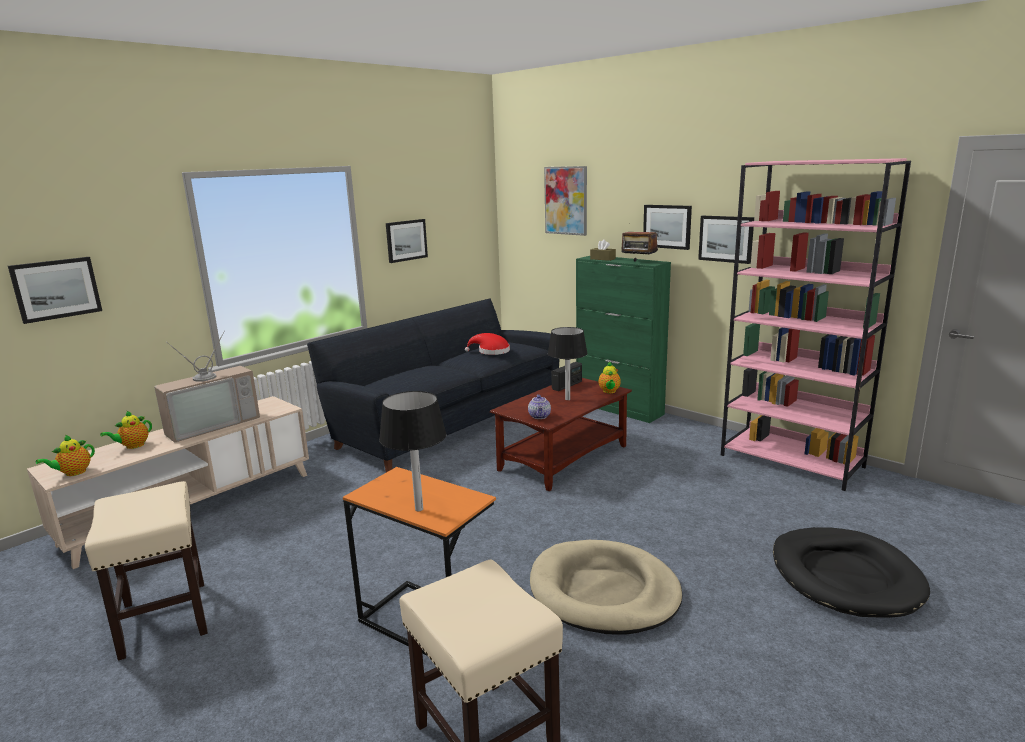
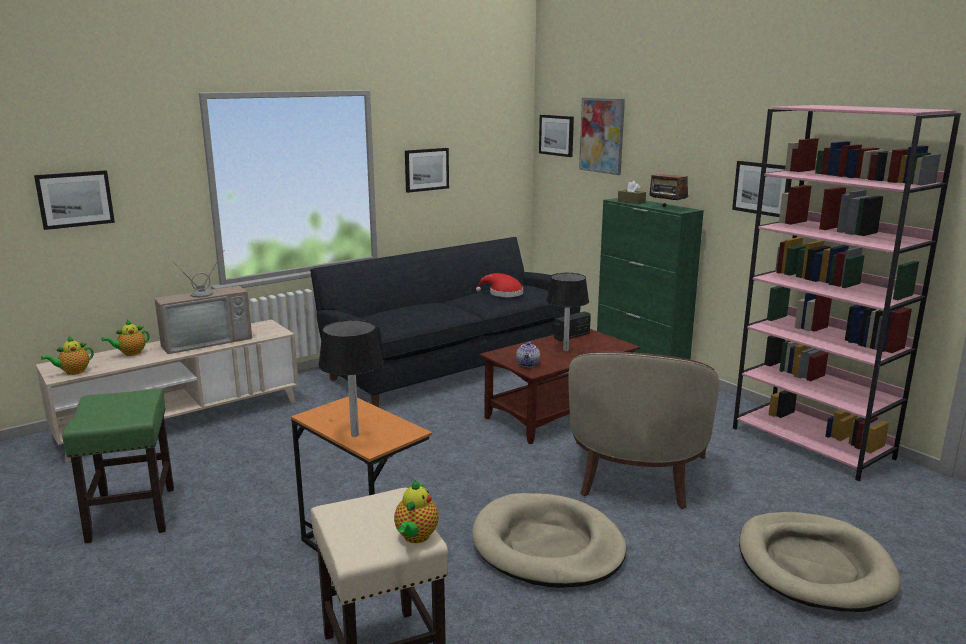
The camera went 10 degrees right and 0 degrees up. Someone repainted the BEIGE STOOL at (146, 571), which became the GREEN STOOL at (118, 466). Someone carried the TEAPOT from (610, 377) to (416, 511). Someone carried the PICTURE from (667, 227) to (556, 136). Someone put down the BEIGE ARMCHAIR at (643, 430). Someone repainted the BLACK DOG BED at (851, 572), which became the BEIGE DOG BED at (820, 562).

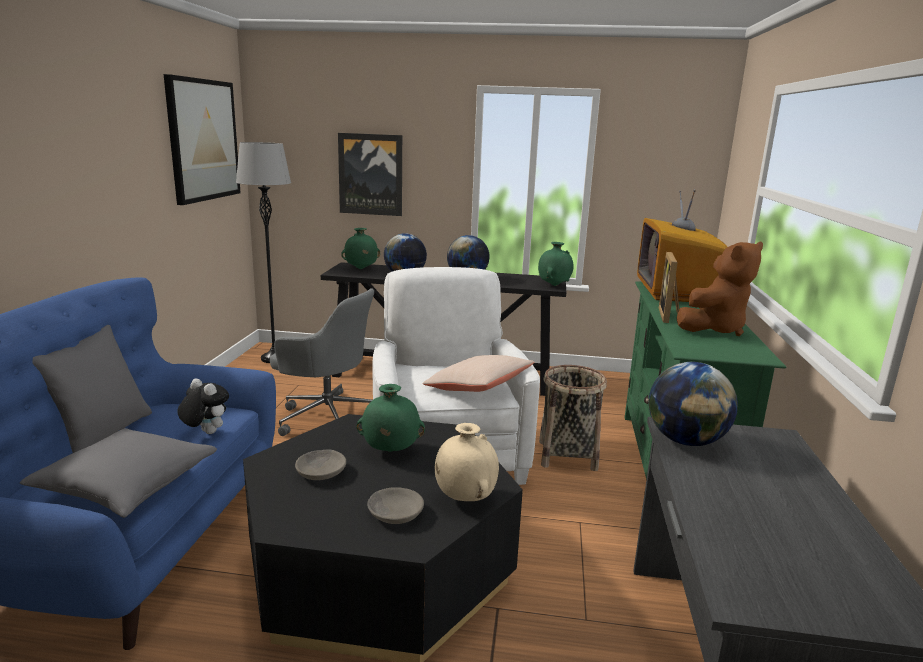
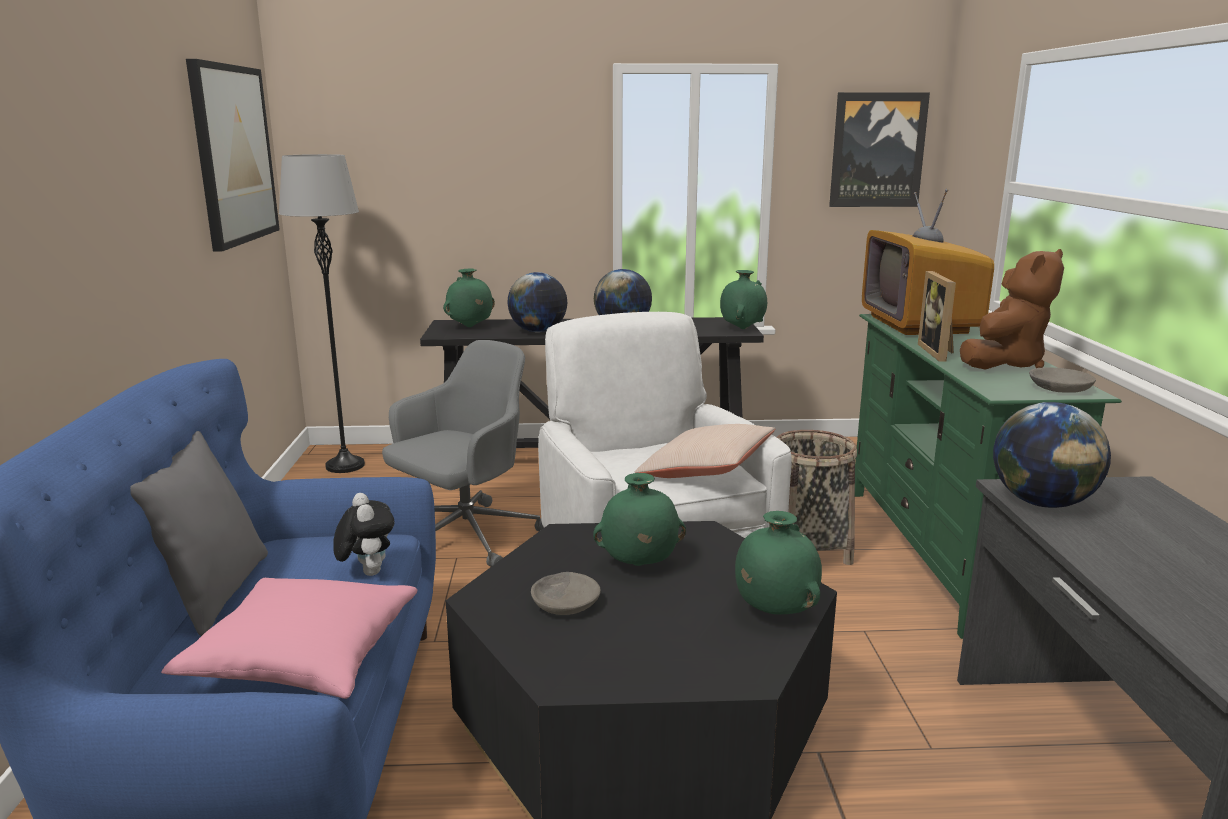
The camera went 10 degrees left and 0 degrees up. Someone repainted the GREY PILLOW at (118, 473), which became the PINK PILLOW at (289, 638). Someone rotated the PLUSH TOY at (203, 406) by 45 degrees clockwise. Someone rotated the GREY OFFICE CHAIR at (322, 362) by 60 degrees counterclockwise. Someone repainted the BEIGE VASE at (467, 462), which became the GREEN VASE at (778, 562). Someone carried the PICTURE from (370, 174) to (879, 149). Someone carried the GREY BOWL from (395, 505) to (1062, 380).

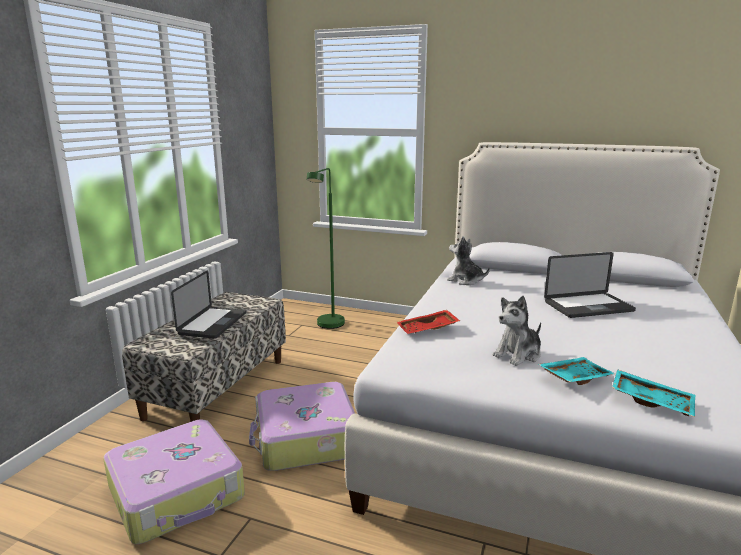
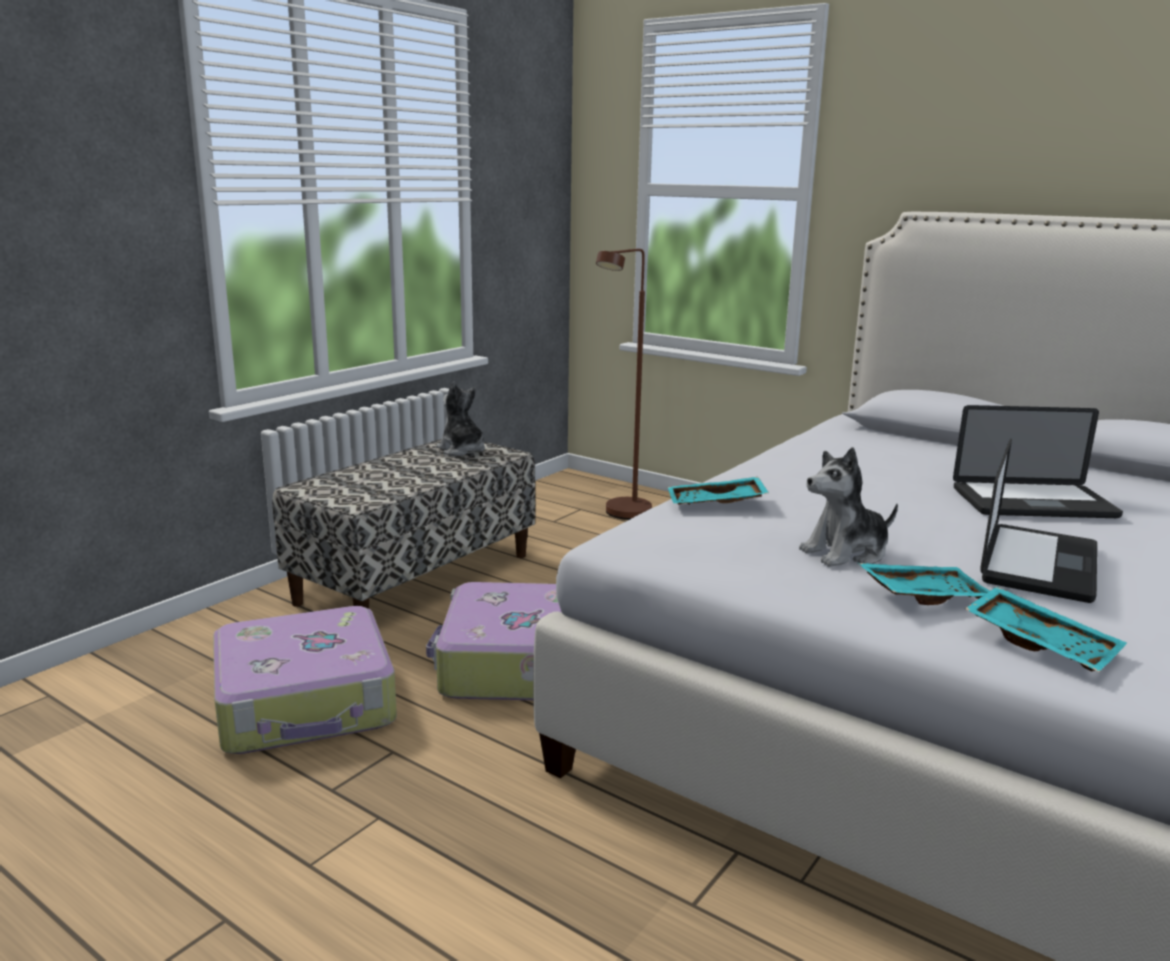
The camera went 15 degrees right and 0 degrees up. Someone carried the PLUSH TOY from (468, 260) to (460, 418). Someone repainted the GREEN FLOOR LAMP at (325, 248), which became the BROWN FLOOR LAMP at (624, 384). Someone repainted the RED TRAY at (428, 322), which became the TURQUOISE TRAY at (718, 491). Someone carried the LAPTOP from (209, 304) to (1038, 521).

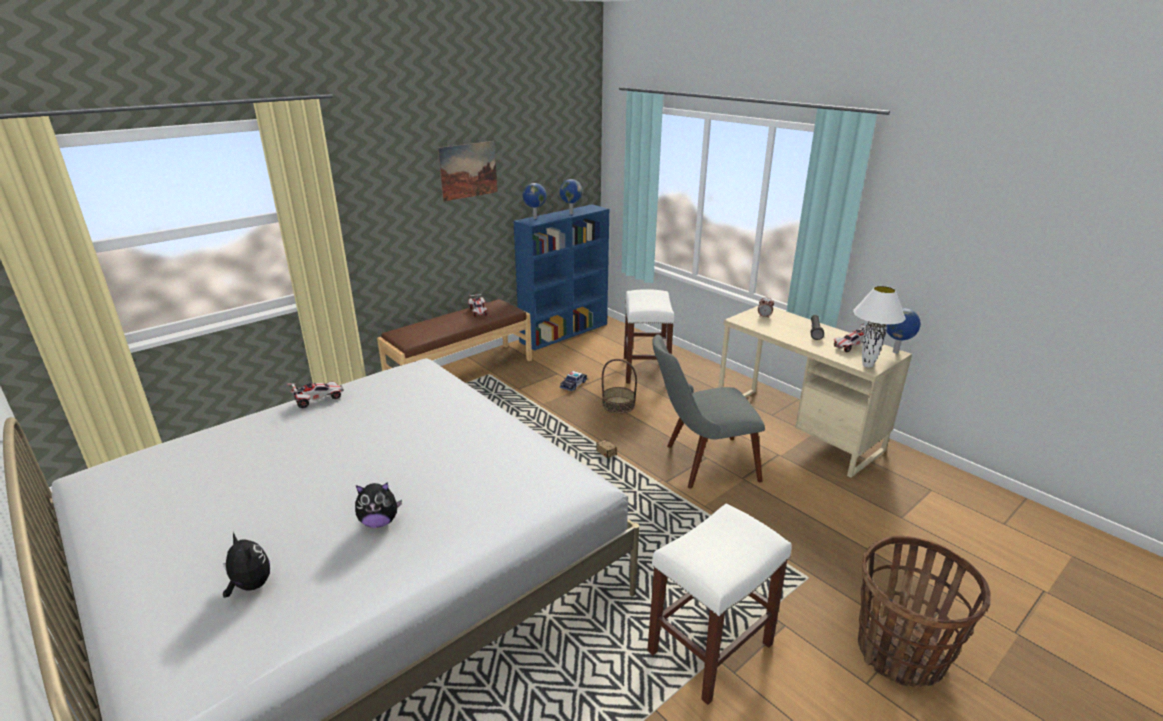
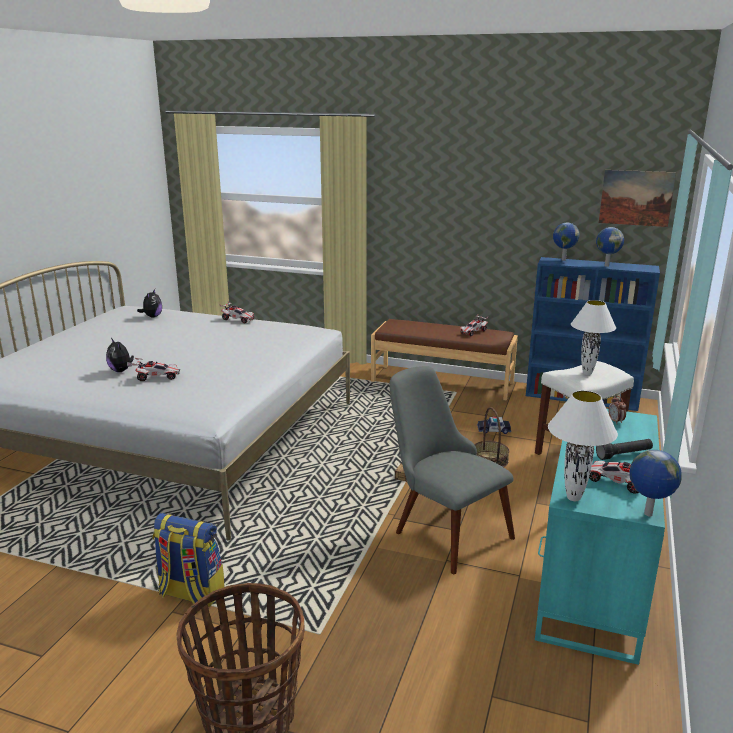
The camera went 60 degrees right and 5 degrees down. Someone put down the TOY CAR at (156, 369). Someone carried the PLUSH TOY from (246, 565) to (149, 303). Someone swapped the WHITE STOOL at (719, 604) for the BACKPACK at (189, 560). Someone repainted the BEIGE DESK at (815, 392), which became the TURQUOISE DESK at (600, 537). Someone put down the WHITE TABLE LAMP at (593, 337). Someone carried the PICTURE from (467, 171) to (637, 198).

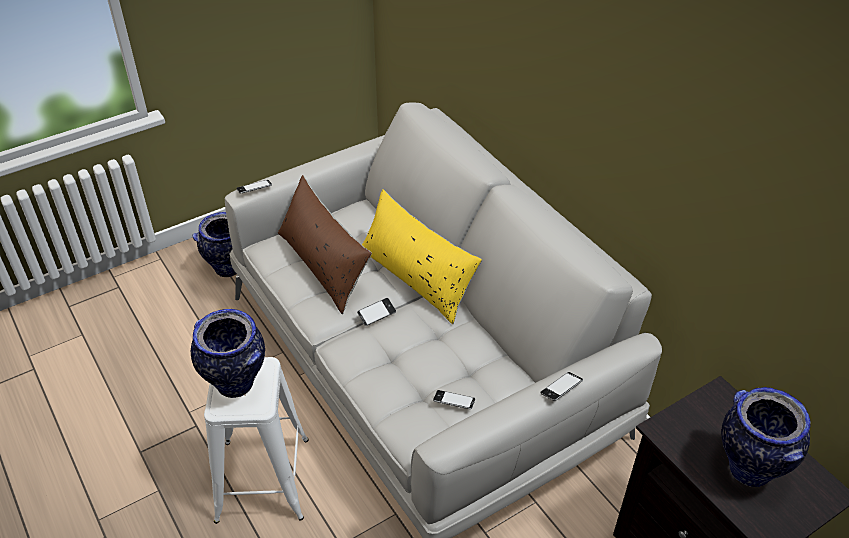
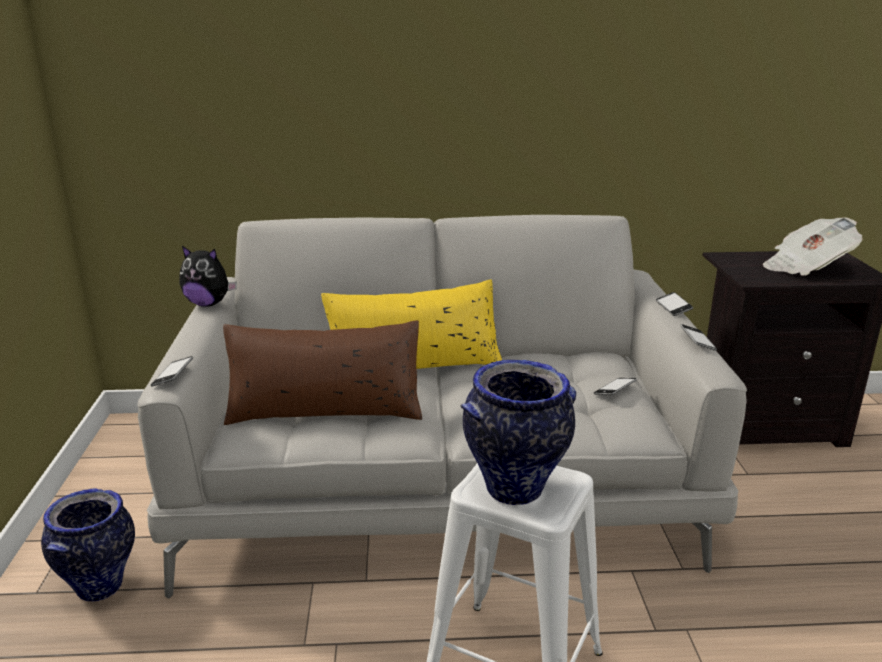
The camera went 60 degrees left and 20 degrees down. Someone put down the PLUSH TOY at (208, 276). Someone carried the PHONE from (376, 312) to (698, 337). Someone swapped the VASE at (766, 437) for the NEWSPAPER at (812, 246).

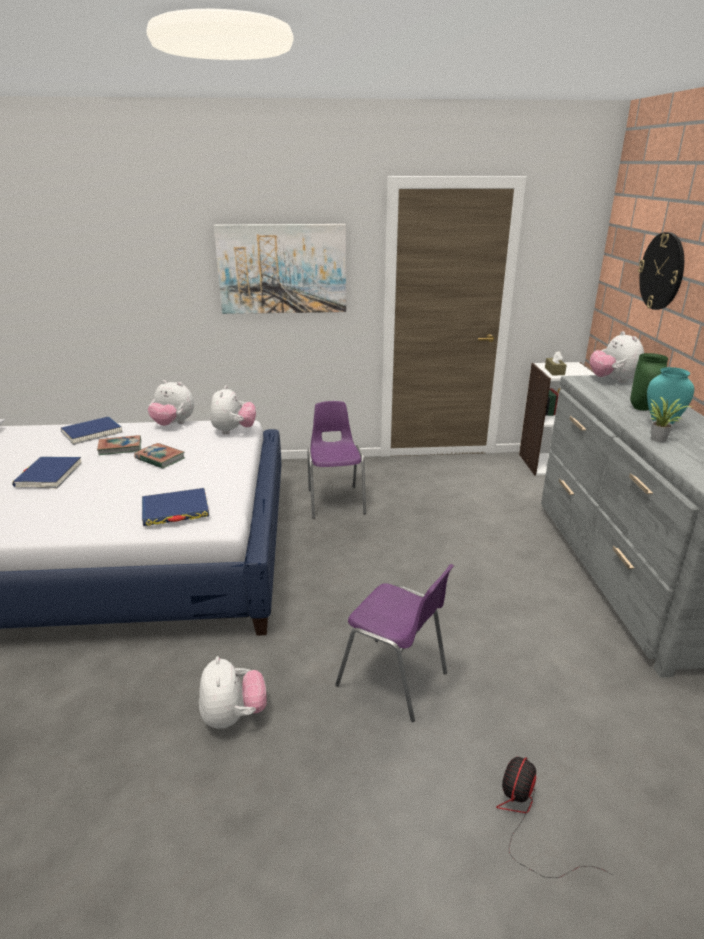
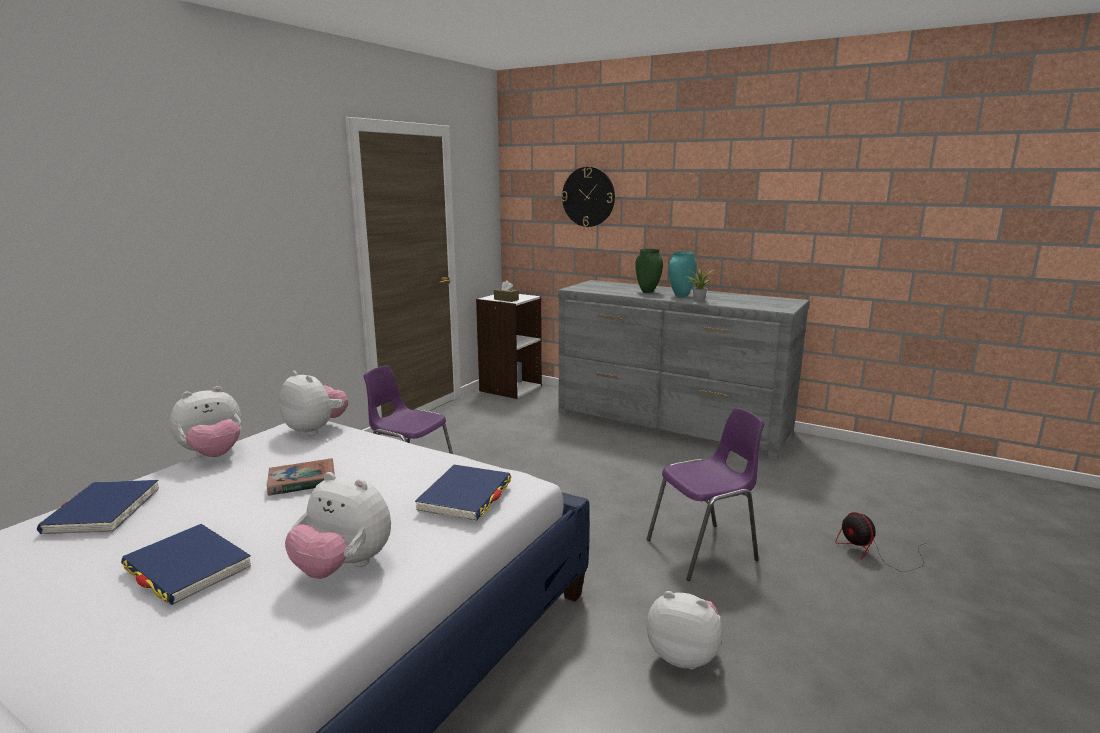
The camera went 55 degrees left and 10 degrees down. Someone carried the PLUSH TOY from (617, 357) to (338, 525). Someone took away the BOOK at (119, 445). Someone took away the PICTURE at (280, 269).

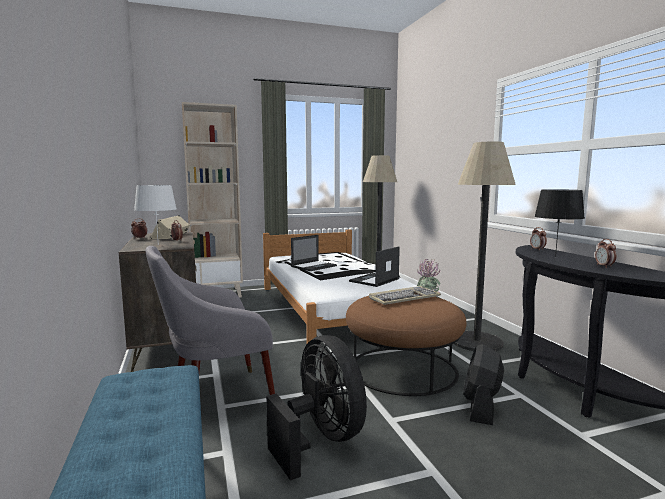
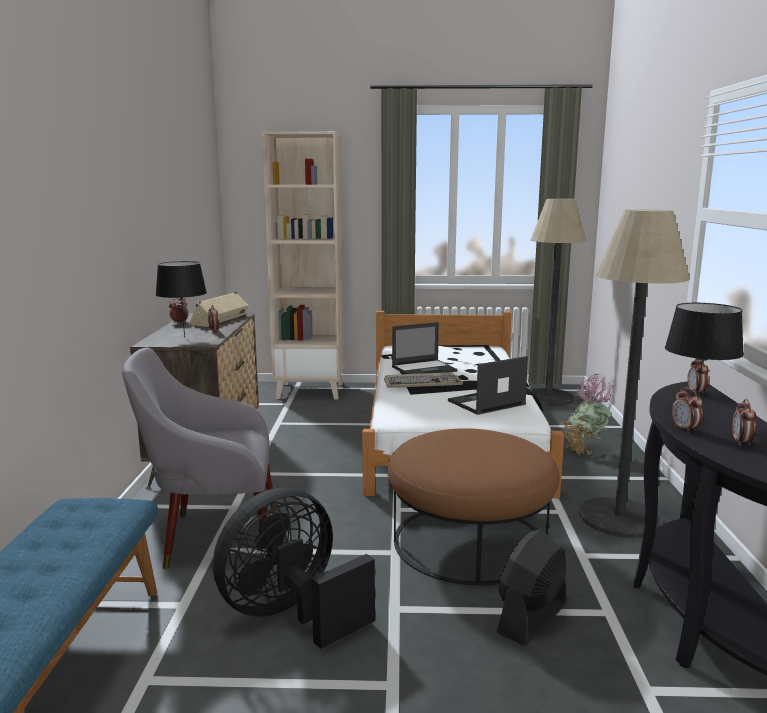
The camera went 20 degrees right and 5 degrees up. Someone repainted the WHITE TABLE LAMP at (155, 215), which became the BLACK TABLE LAMP at (181, 299). Someone rotated the BLACK FAN at (316, 408) by 120 degrees counterclockwise. Someone carried the KEYBOARD from (405, 295) to (423, 380). Someone put down the ALARM CLOCK at (687, 410).

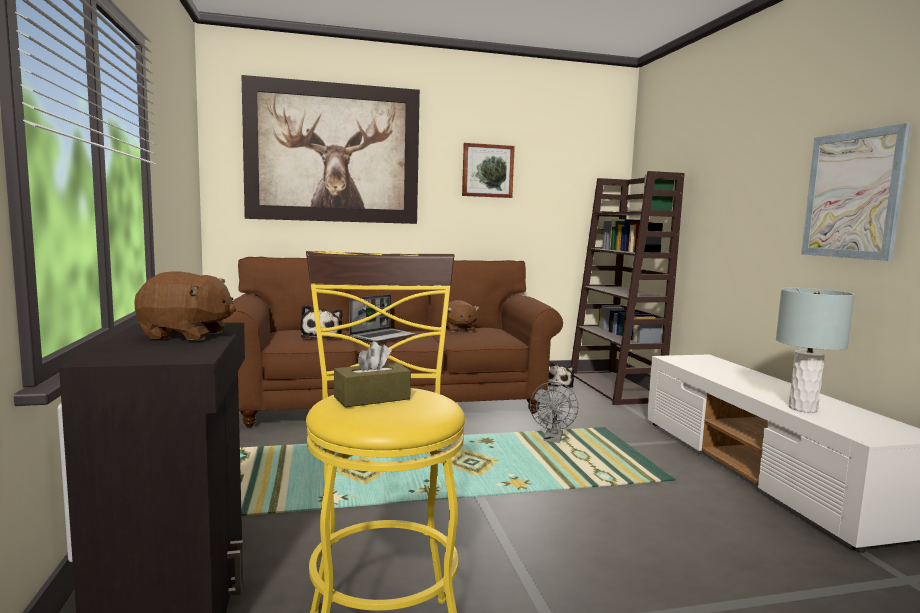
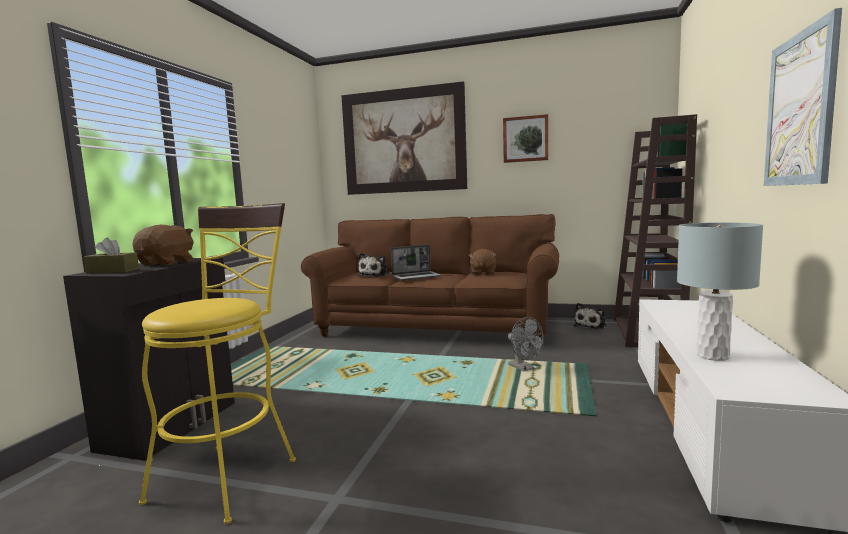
The camera went 30 degrees right and 0 degrees up. Someone carried the BROWN TISSUE BOX from (372, 374) to (111, 256). Someone rotated the BROWN PLUSH TOY at (185, 306) by 105 degrees counterclockwise. Someone rotated the GREY FAN at (554, 412) by 75 degrees counterclockwise.

